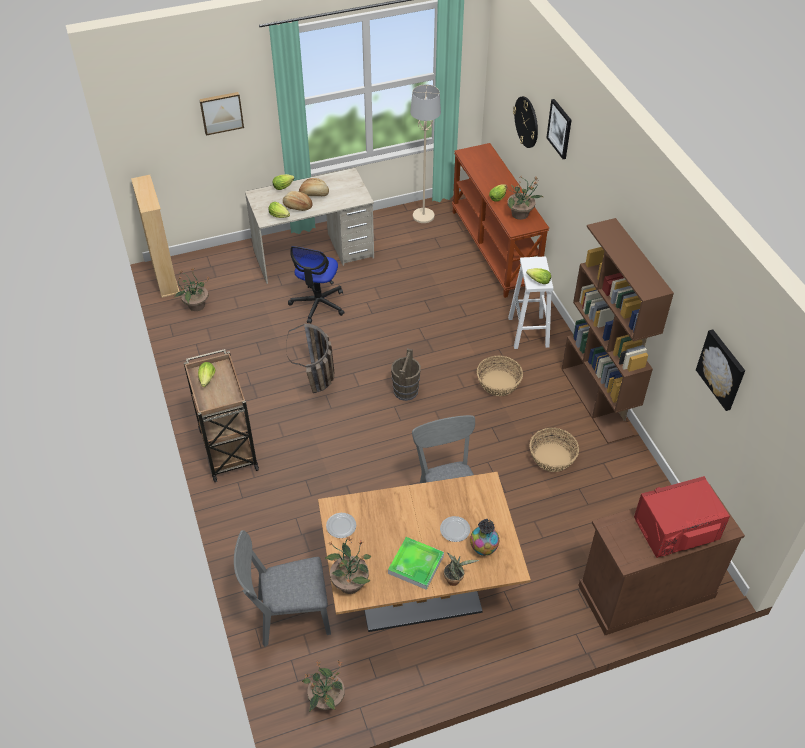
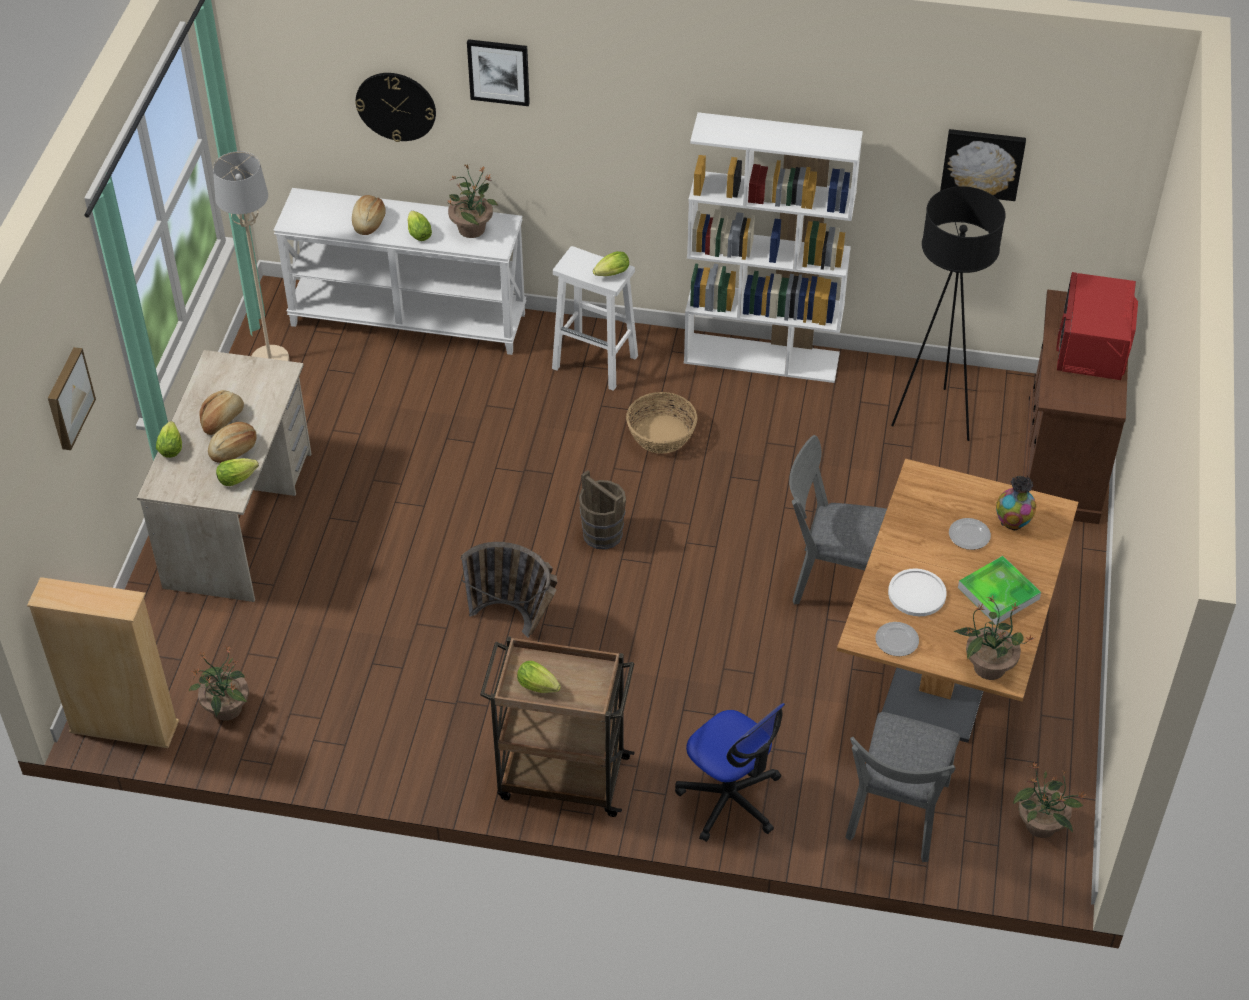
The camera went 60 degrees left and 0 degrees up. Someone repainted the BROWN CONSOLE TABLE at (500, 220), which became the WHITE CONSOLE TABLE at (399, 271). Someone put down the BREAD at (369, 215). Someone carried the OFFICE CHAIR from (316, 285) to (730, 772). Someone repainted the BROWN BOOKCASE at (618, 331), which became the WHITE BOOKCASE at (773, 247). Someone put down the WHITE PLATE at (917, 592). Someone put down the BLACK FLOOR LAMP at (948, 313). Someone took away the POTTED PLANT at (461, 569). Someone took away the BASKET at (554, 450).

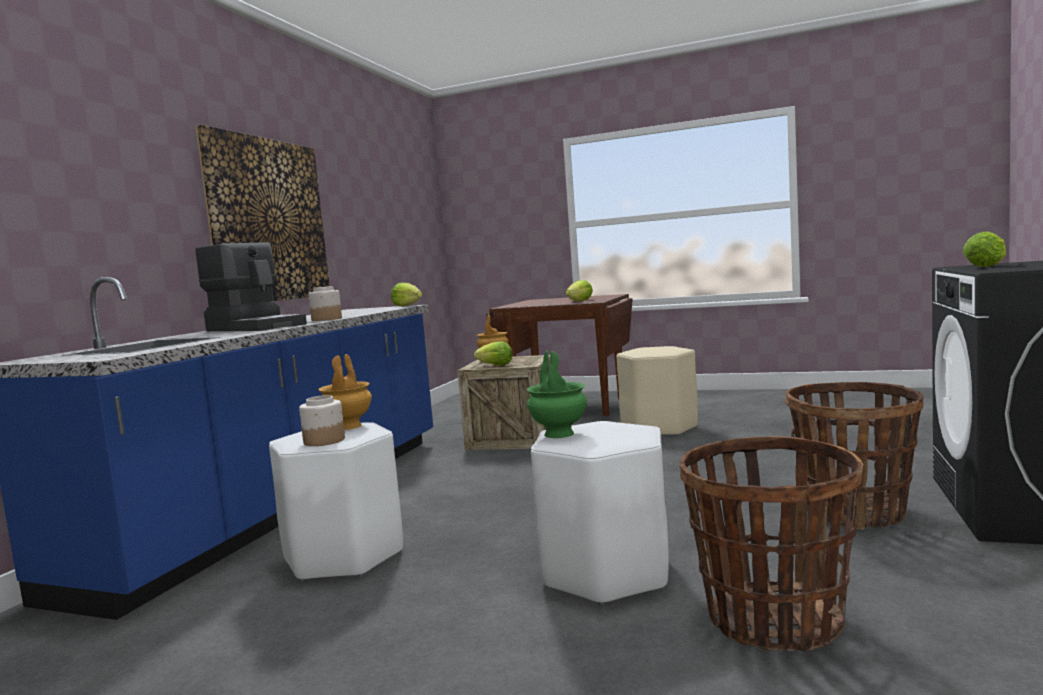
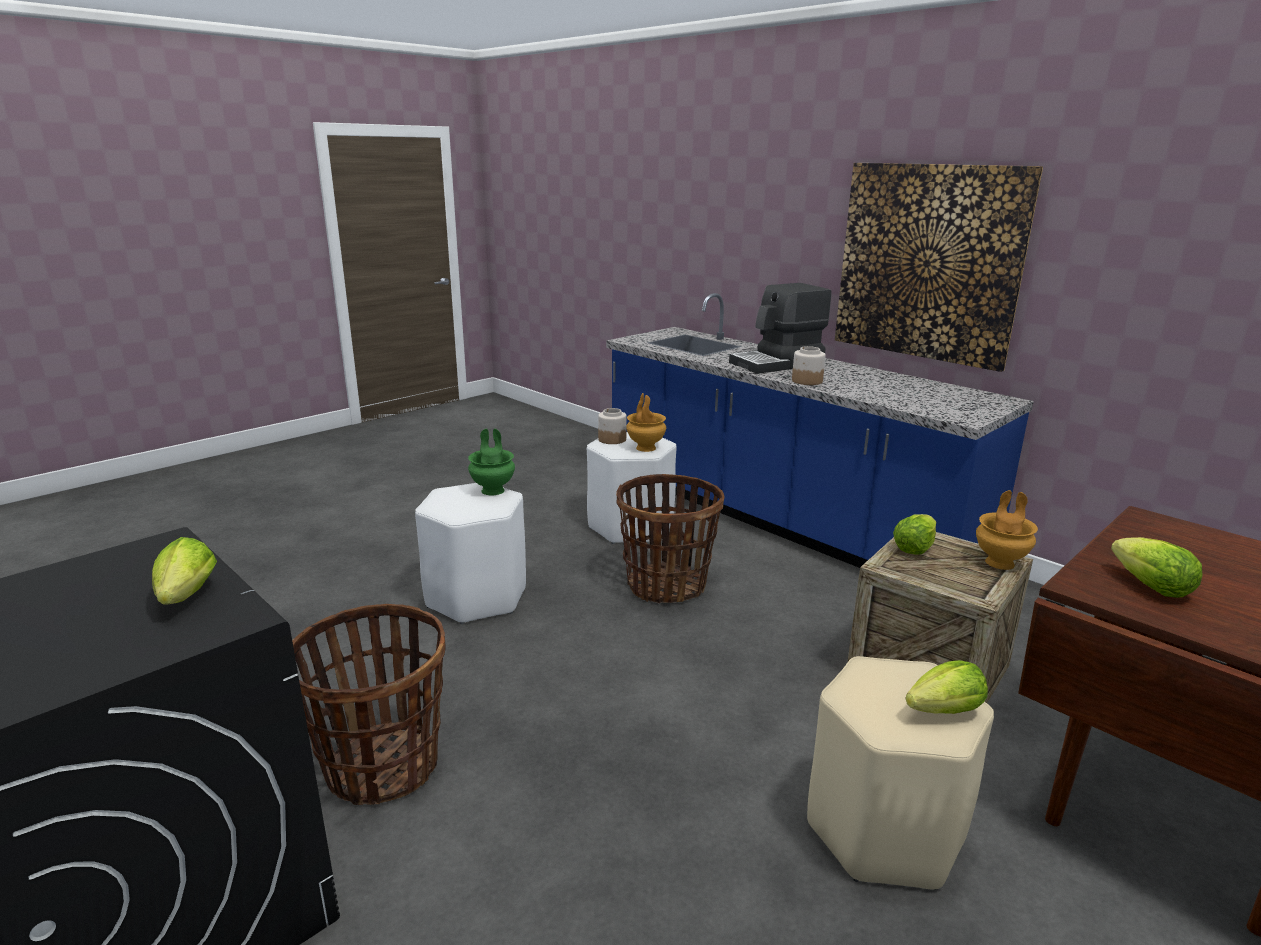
The camera went 115 degrees right and 15 degrees up. Someone carried the BASKET from (771, 544) to (670, 539). Someone carried the LETTUCE from (406, 294) to (946, 687).

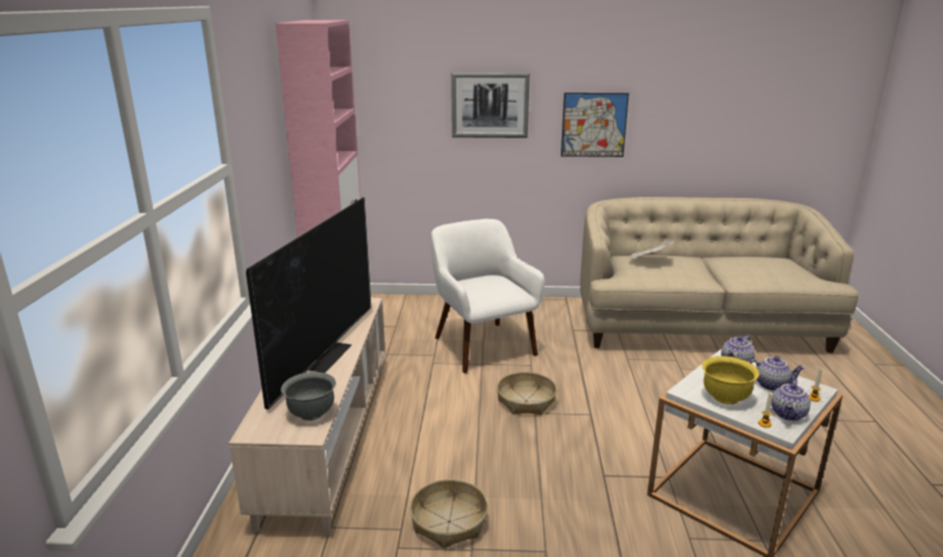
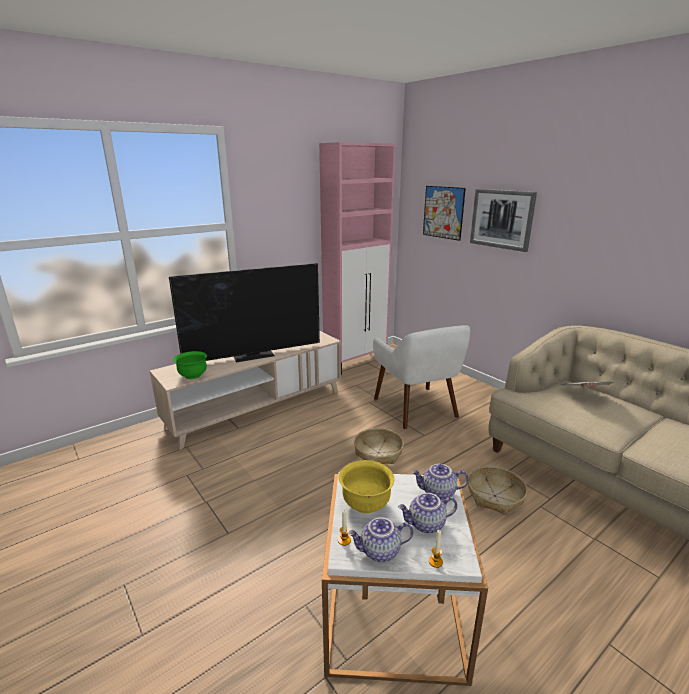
The camera went 50 degrees right and 0 degrees up. Someone repainted the GREY BOWL at (308, 396), which became the GREEN BOWL at (190, 365). Someone rotated the WHITE ARMCHAIR at (488, 296) by 135 degrees clockwise. Someone rotated the TEAPOT at (776, 373) by 105 degrees clockwise. Someone carried the PICTURE from (595, 125) to (444, 213). Someone carried the BASKET from (449, 513) to (497, 490).

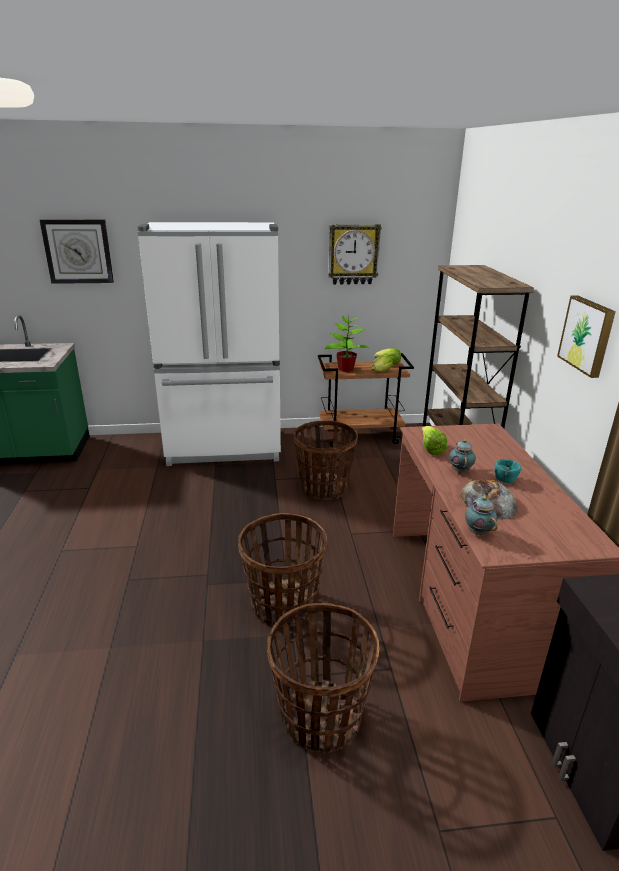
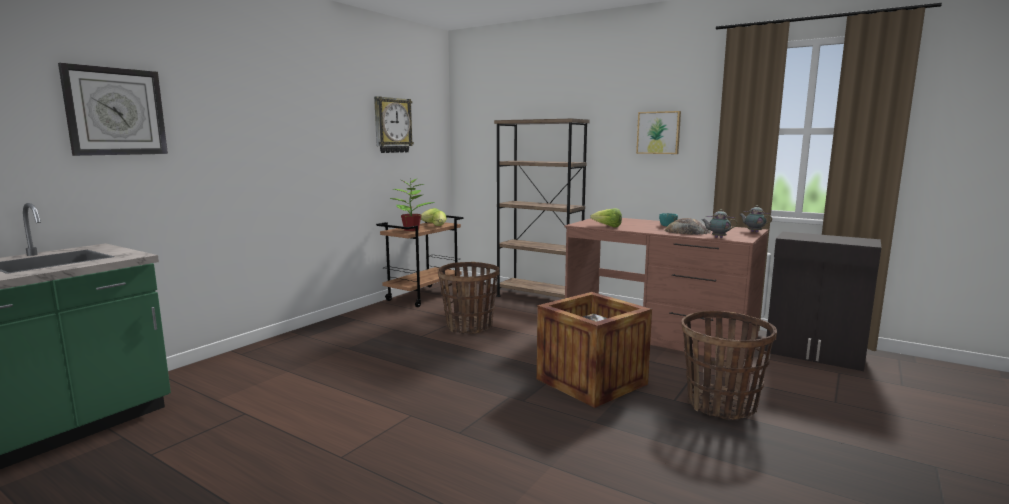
The camera went 50 degrees left and 15 degrees down. Someone swapped the BASKET at (282, 570) for the CRATE at (594, 350). Someone carried the TEAPOT from (462, 456) to (755, 218). Someone took away the WHITE FRIDGE at (209, 344).

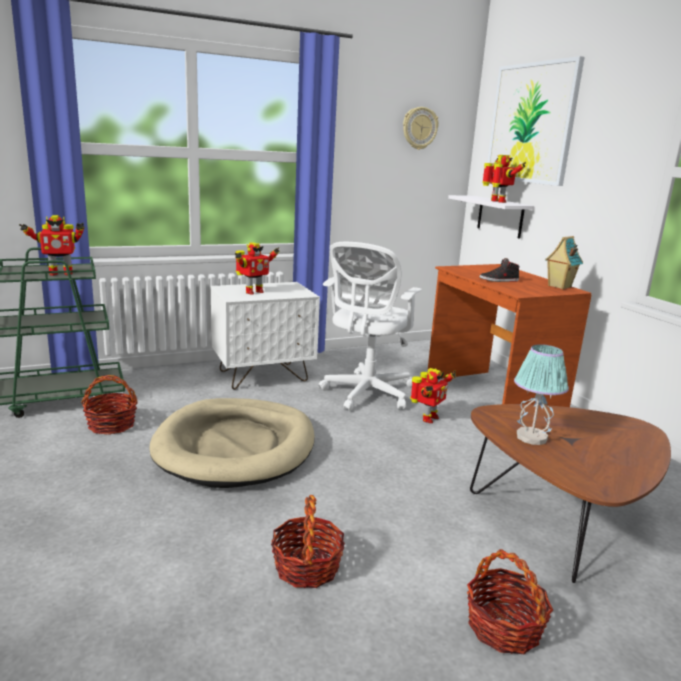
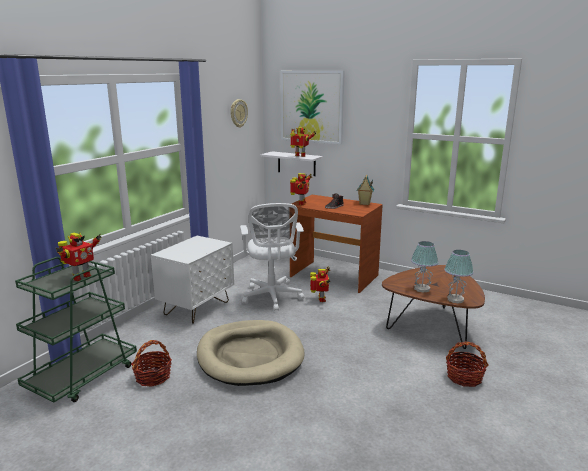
The camera went 35 degrees left and 0 degrees up. Someone carried the TOY ROBOT from (257, 268) to (301, 189). Someone put down the TABLE LAMP at (459, 276). Someone took away the BASKET at (308, 541).

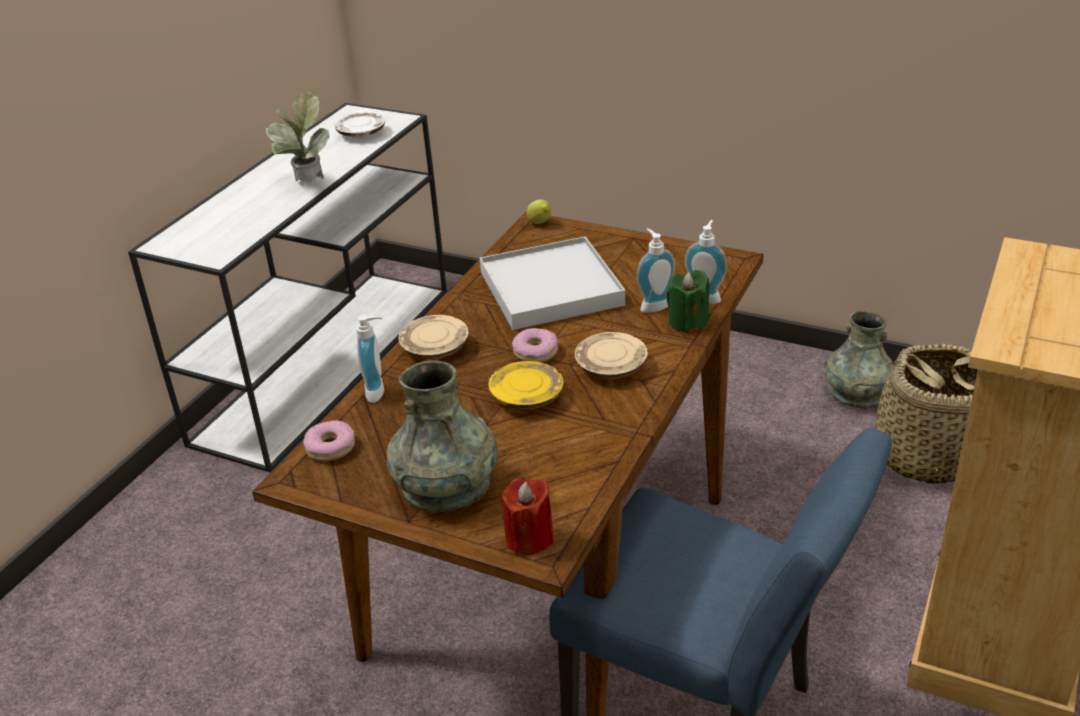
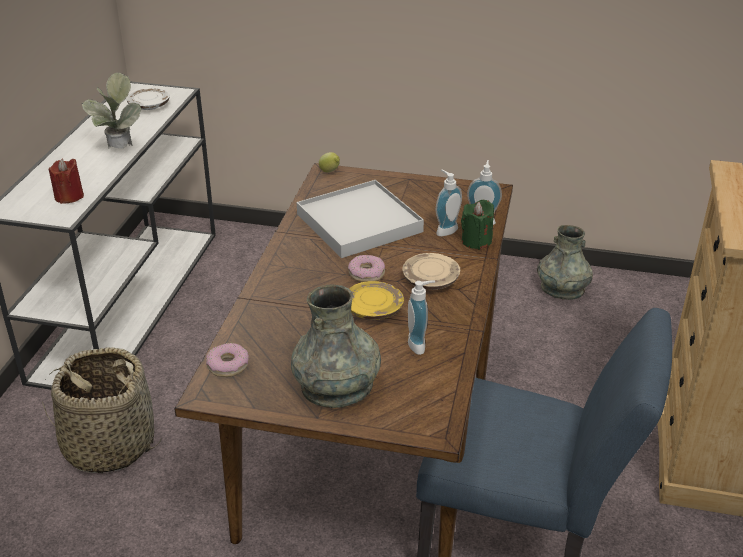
The camera went 15 degrees left and 0 degrees up. Someone carried the BASKET from (916, 414) to (101, 410). Someone carried the RED CANDLE from (527, 516) to (66, 181). Someone carried the SOAP DISPENSER from (370, 359) to (421, 318). Someone took away the BEIGE PLATE at (433, 337).

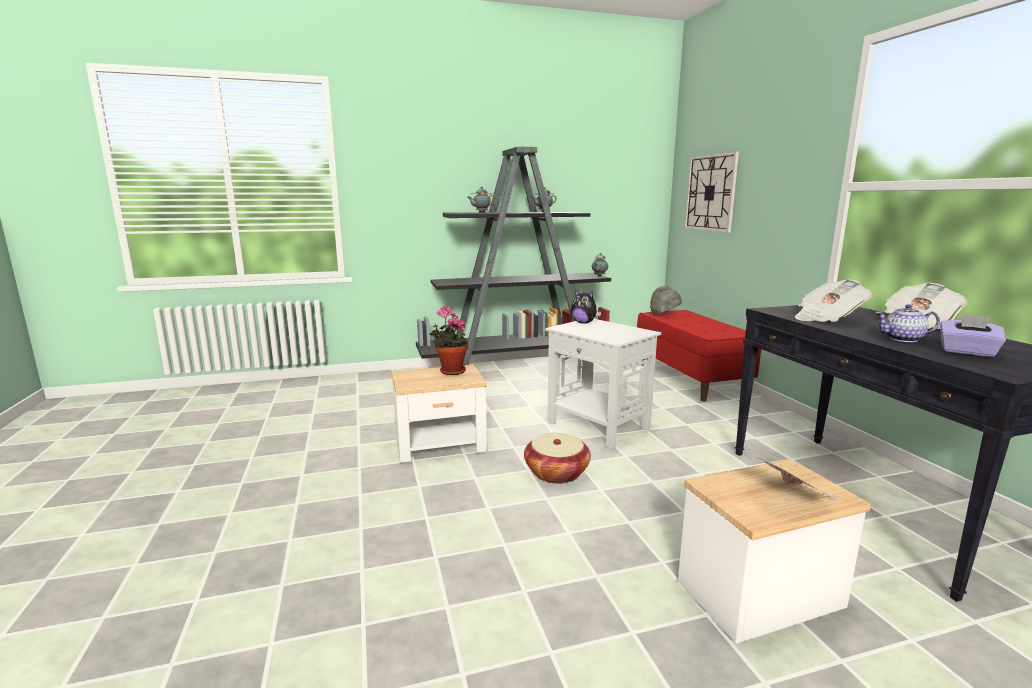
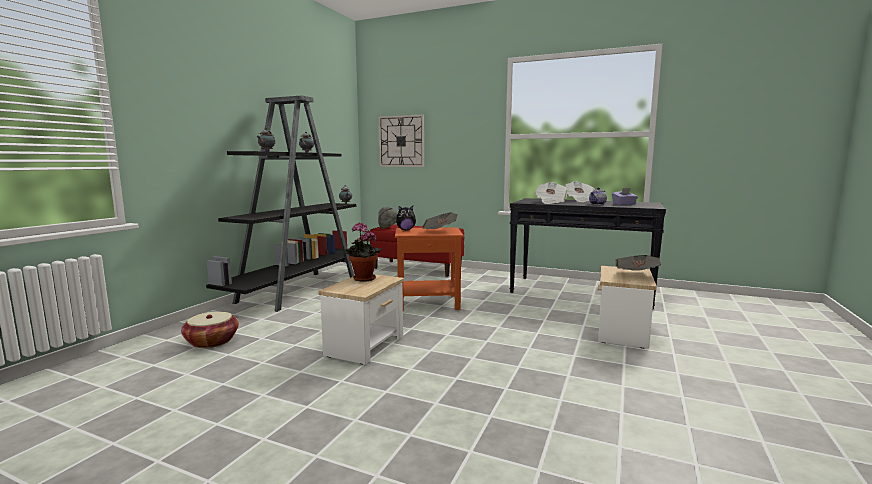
The camera went 50 degrees left and 5 degrees down. Someone carried the BASKET from (557, 458) to (210, 330). Someone repainted the WHITE SIDE TABLE at (603, 384), which became the ORANGE SIDE TABLE at (429, 269). Someone put down the NEWSPAPER at (440, 220).

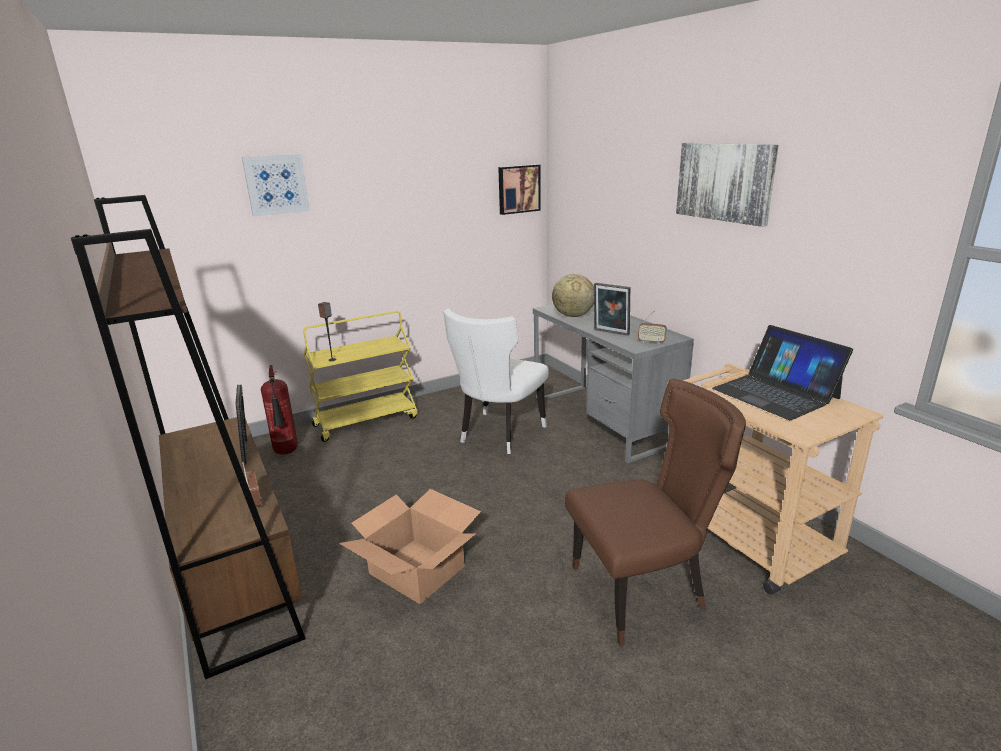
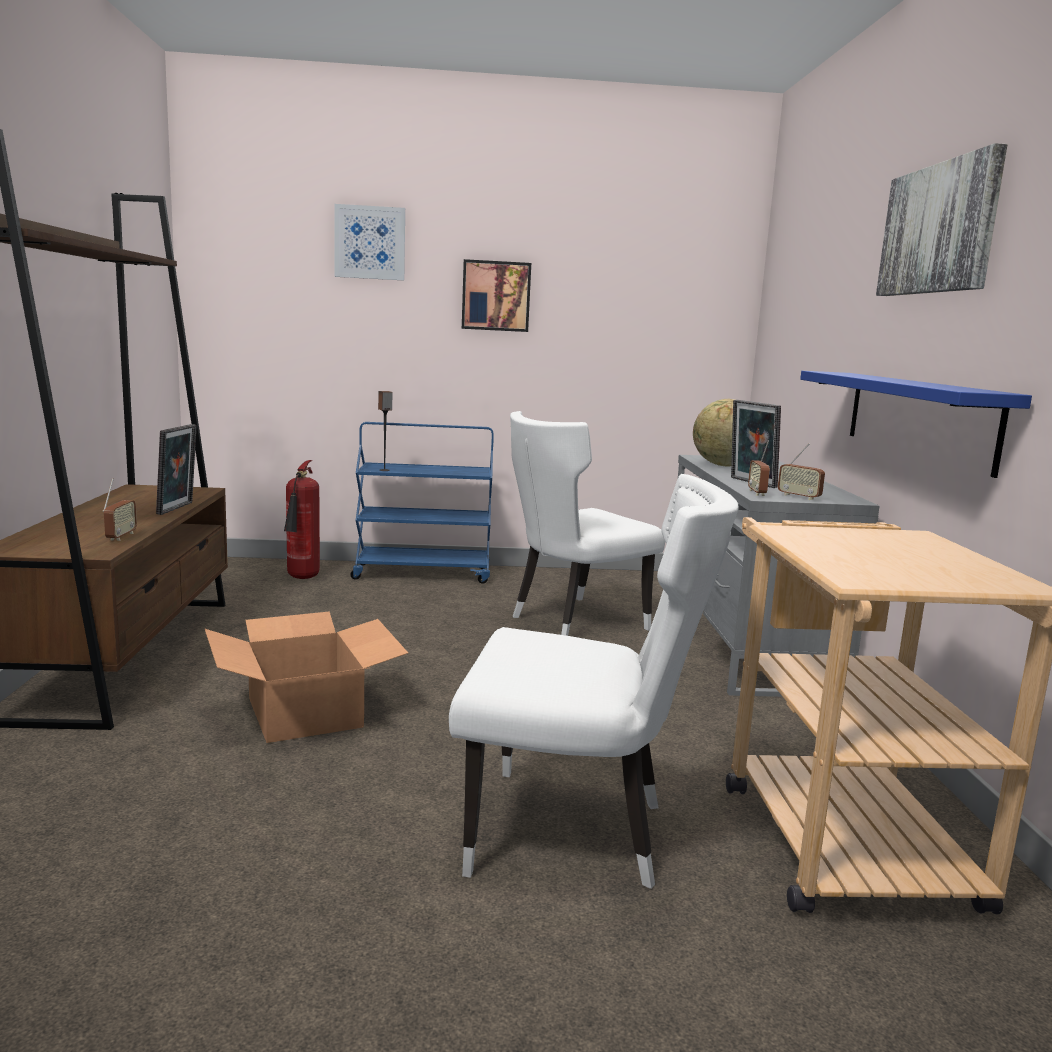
The camera went 25 degrees right and 10 degrees down. Someone repainted the YELLOW CART at (361, 376), which became the BLUE CART at (422, 503). Someone repainted the BROWN CHAIR at (655, 512), which became the WHITE CHAIR at (594, 681). Someone carried the PICTURE from (519, 189) to (496, 295). Someone put down the RADIO at (759, 468). Someone put up the BLUE SHELF at (916, 424). Someone took away the LAPTOP at (782, 372).

